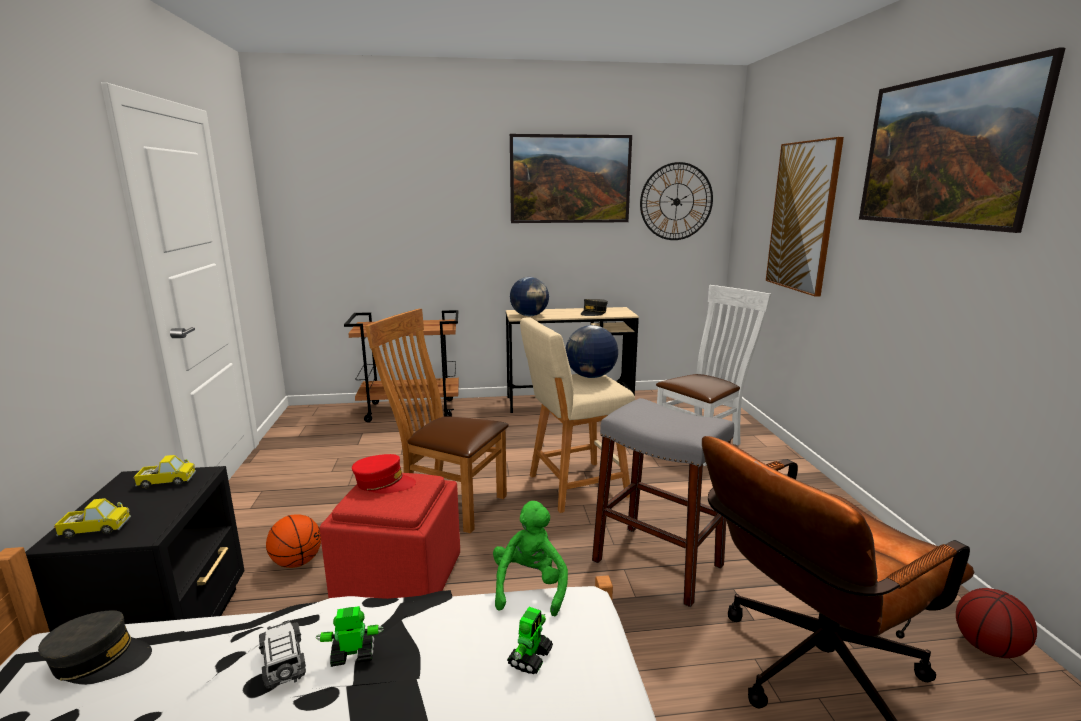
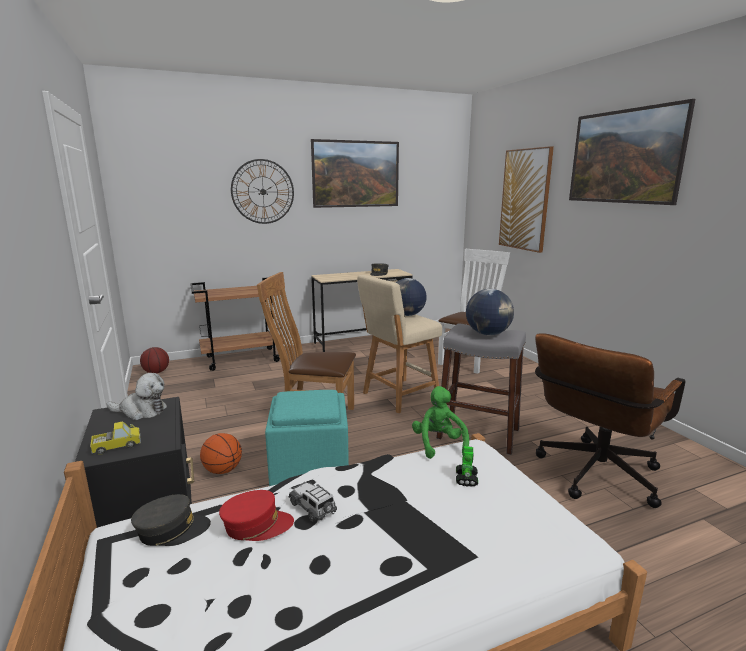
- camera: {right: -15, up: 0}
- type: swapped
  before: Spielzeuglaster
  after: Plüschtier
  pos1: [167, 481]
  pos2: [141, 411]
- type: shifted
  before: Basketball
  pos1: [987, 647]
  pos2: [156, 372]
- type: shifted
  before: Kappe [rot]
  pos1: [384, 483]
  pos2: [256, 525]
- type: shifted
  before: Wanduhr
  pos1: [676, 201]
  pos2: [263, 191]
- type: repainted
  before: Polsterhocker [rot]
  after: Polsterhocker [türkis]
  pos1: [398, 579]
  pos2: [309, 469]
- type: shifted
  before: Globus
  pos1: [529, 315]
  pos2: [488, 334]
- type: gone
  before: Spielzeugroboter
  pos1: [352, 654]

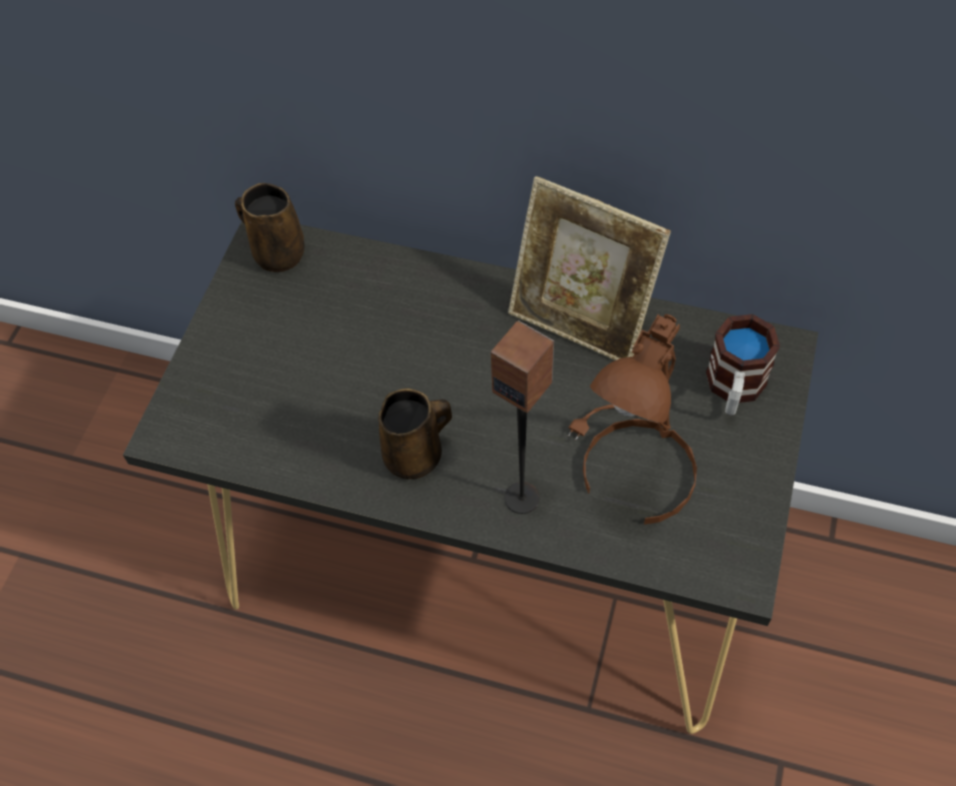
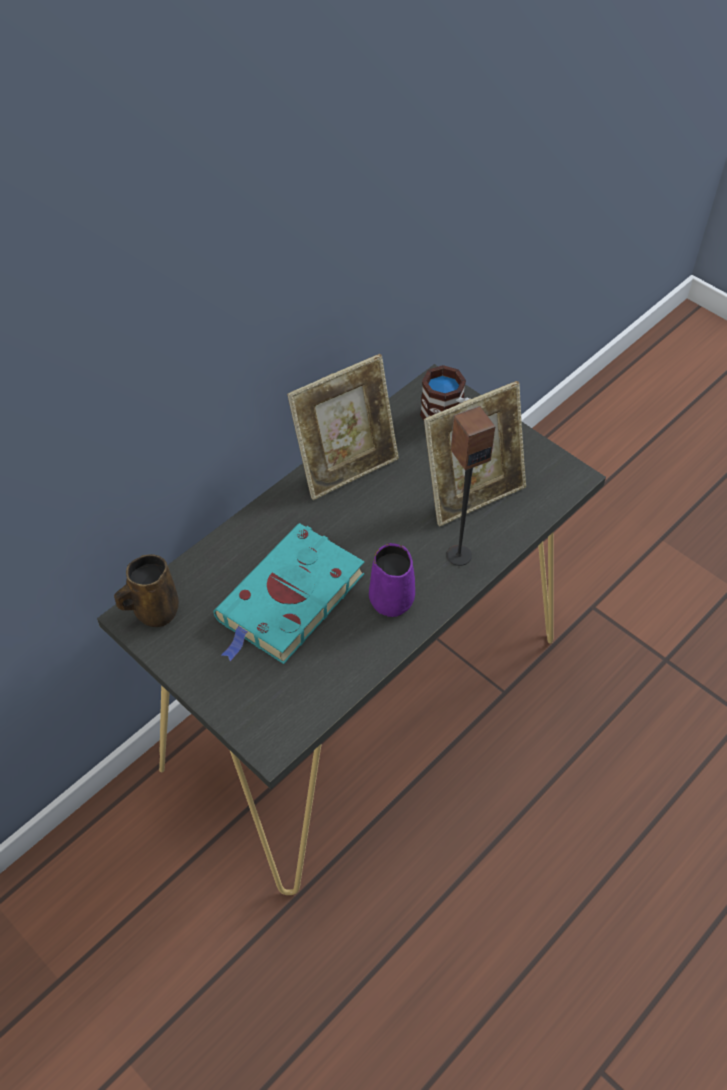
- camera: {right: -65, up: -5}
- type: new
  after: Buch [türkis]
  pos2: [289, 601]
- type: repainted
  before: Henkelbecher [braun]
  after: Henkelbecher [lila]
  pos1: [416, 456]
  pos2: [391, 598]
- type: swapped
  before: Tischlampe [braun]
  after: Bilderrahmen
  pos1: [630, 470]
  pos2: [472, 493]

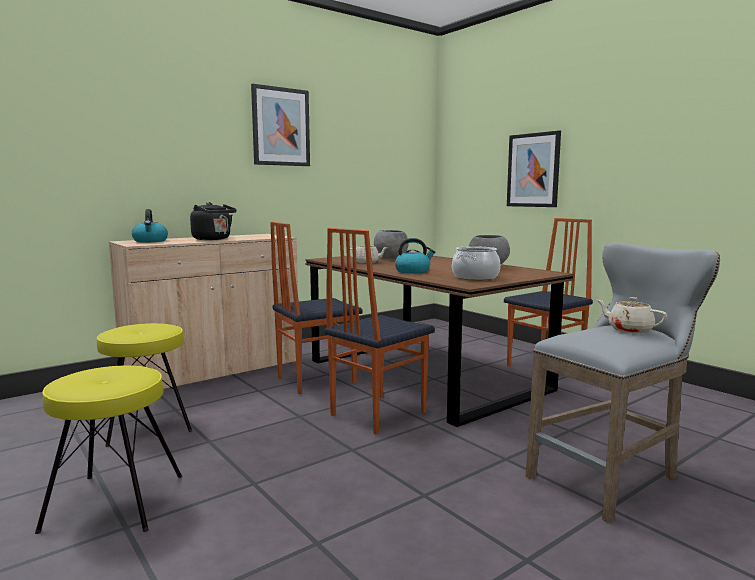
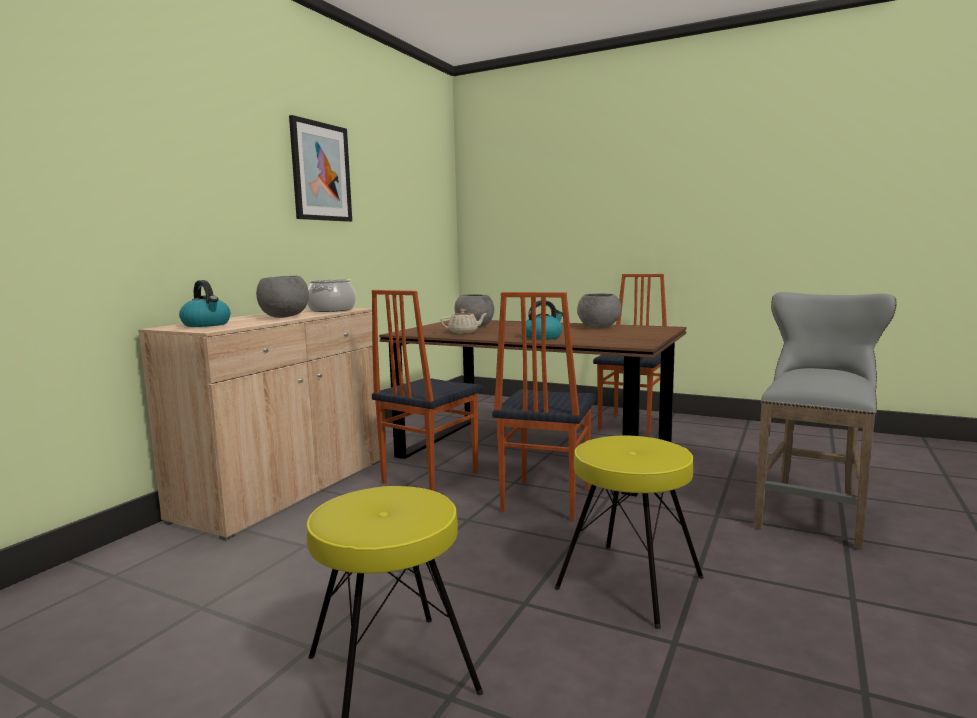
- camera: {right: -25, up: 0}
- type: swapped
  before: Wasserkessel [schwarz]
  after: Schüssel [grau]
  pos1: [213, 239]
  pos2: [284, 317]
- type: shifted
  before: Kochtopf
  pos1: [475, 277]
  pos2: [331, 310]
- type: shifted
  before: Hocker [gelb]
  pos1: [147, 424]
  pos2: [630, 583]
- type: gone
  before: Bild
  pos1: [533, 170]
- type: gone
  before: Teekanne [beige]
  pos1: [629, 330]

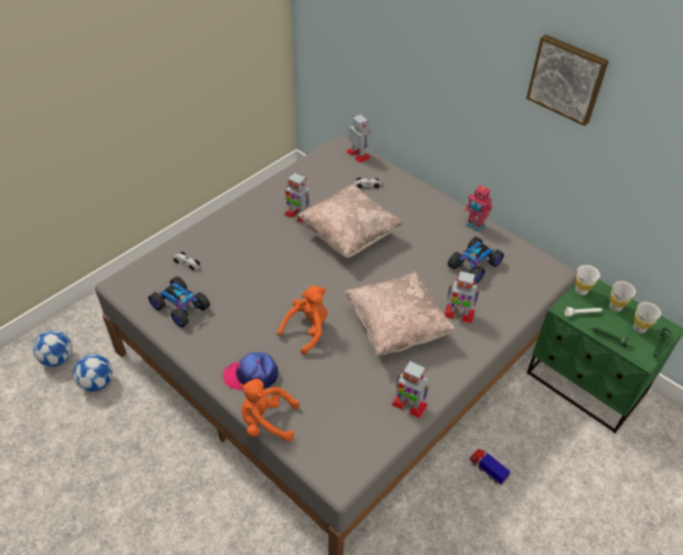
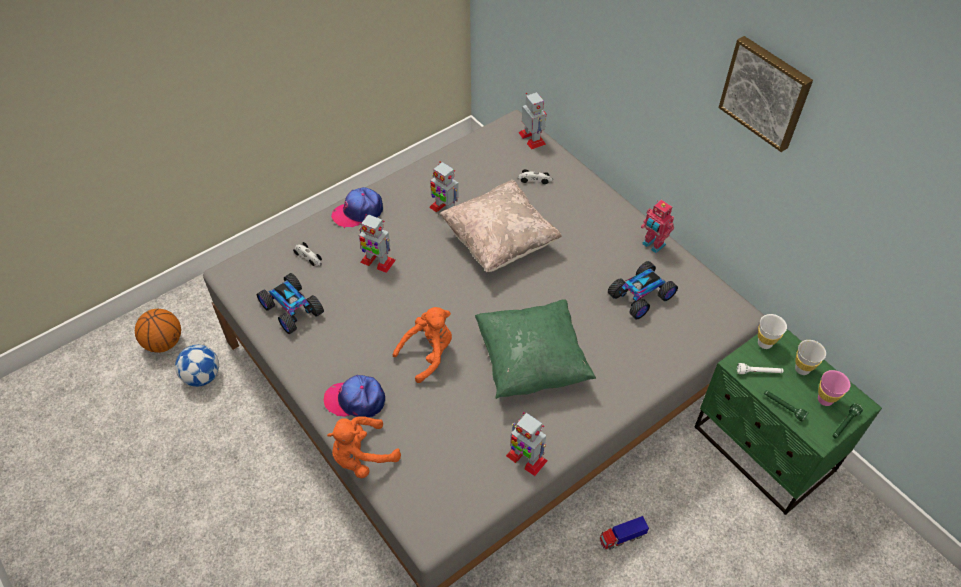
- camera: {right: 10, up: 5}
- type: swapped
  before: Fußball
  after: Basketball
  pos1: [58, 359]
  pos2: [164, 343]
- type: rotated
  before: Plüschtier [orange]
  pos1: [266, 421]
  pos2: [362, 457]
  turn: -45
- type: new
  after: Kappe
  pos2: [358, 212]
- type: shifted
  before: Spielzeugroboter
  pos1: [458, 313]
  pos2: [377, 261]
- type: repainted
  before: Kissen [beige]
  after: Kissen [grün]
  pos1: [396, 327]
  pos2: [531, 362]
- type: rotated
  before: Spielzeuglaster
  pos1: [487, 470]
  pos2: [622, 538]
  turn: -75
- type: repainted
  before: Tasse [weiß]
  after: Tasse [rosa]
  pos1: [639, 328]
  pos2: [825, 399]

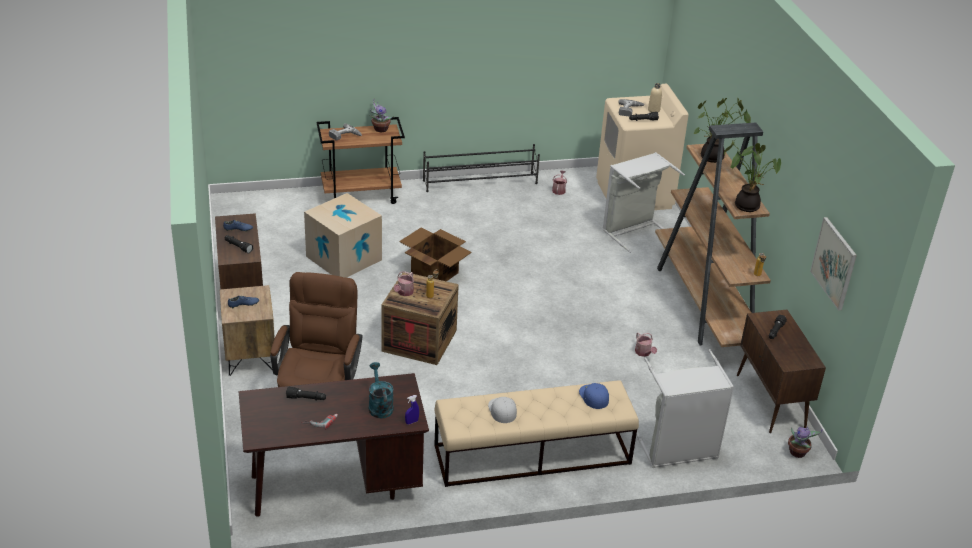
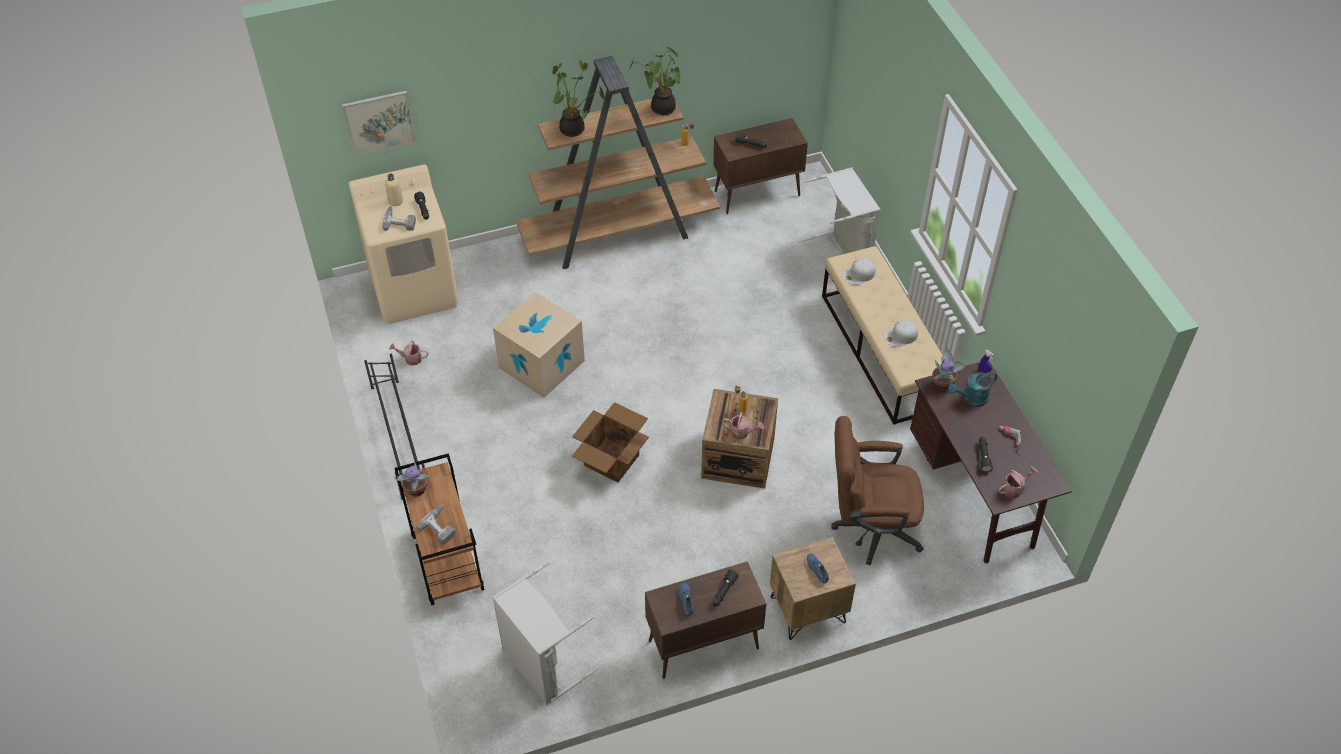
- camera: {right: -95, up: 15}
- type: shifted
  before: Bild
  pos1: [834, 263]
  pos2: [379, 122]
- type: shifted
  before: Wäschekorb [grau]
  pos1: [634, 231]
  pos2: [542, 665]
- type: shifted
  before: Karton
  pos1: [344, 258]
  pos2: [541, 364]
- type: repainted
  before: Kappe [blau]
  after: Kappe [weiß]
  pos1: [593, 396]
  pos2: [859, 274]
- type: shifted
  before: Topfpflanze
  pos1: [798, 453]
  pos2: [943, 383]
- type: shifted
  before: Gießkanne
  pos1: [644, 353]
  pos2: [1014, 488]

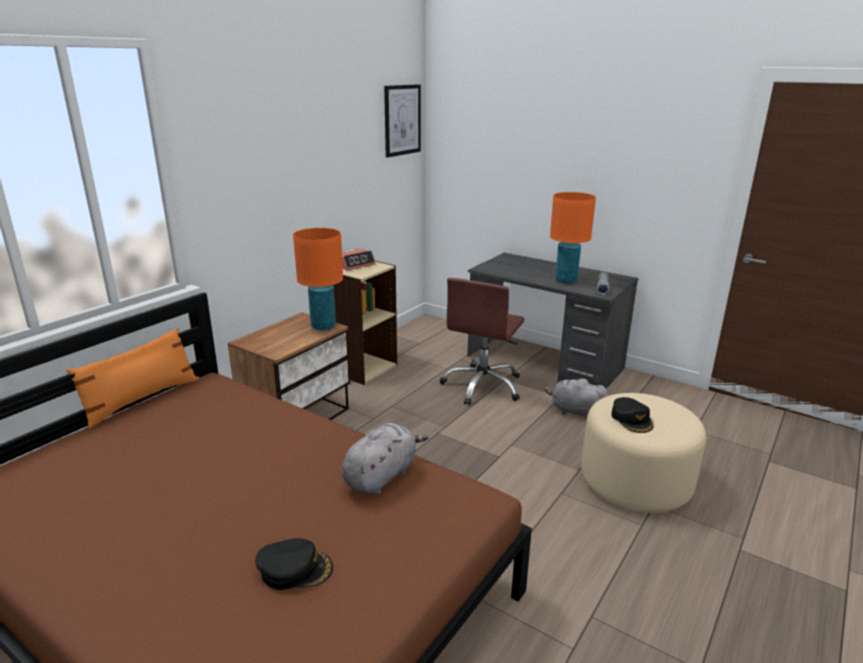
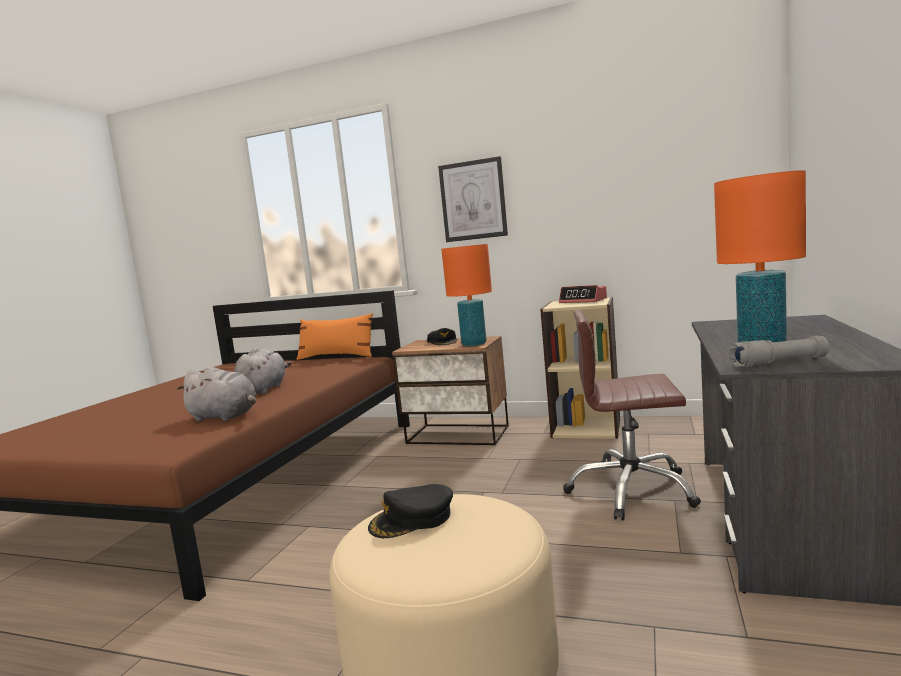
- camera: {right: 75, up: -15}
- type: shifted
  before: Plüschtier [grau]
  pos1: [574, 411]
  pos2: [263, 389]
- type: shifted
  before: Kappe [schwarz]
  pos1: [295, 569]
  pos2: [443, 342]
- type: shifted
  before: Bild
  pos1: [402, 120]
  pos2: [473, 200]

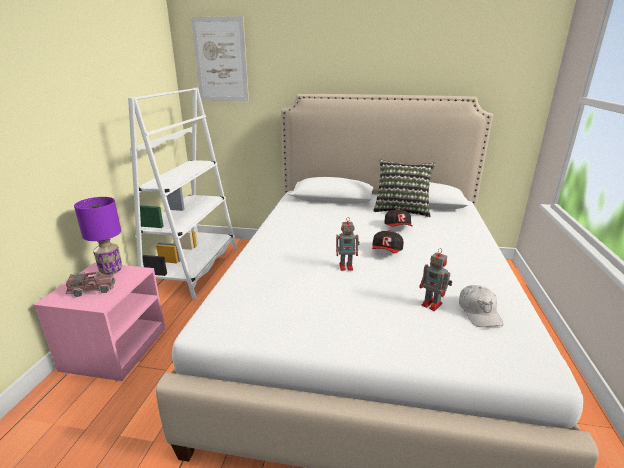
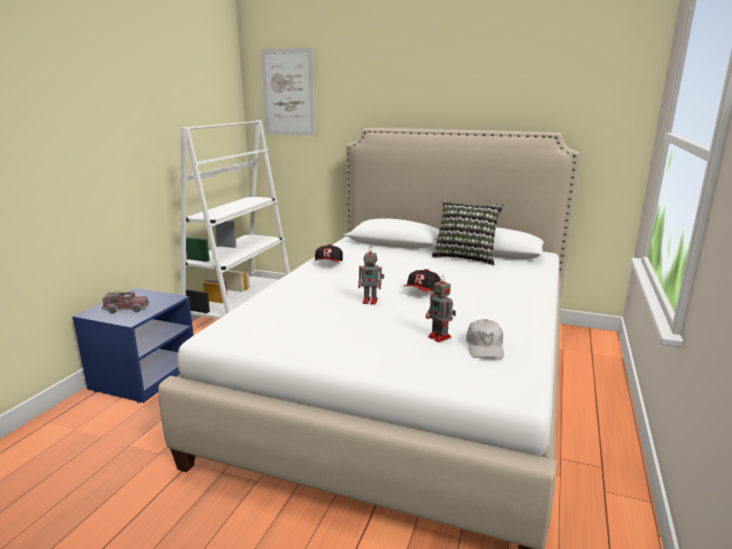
- camera: {right: 10, up: -5}
- type: repainted
  before: Nachttisch [rosa]
  after: Nachttisch [blau]
  pos1: [115, 349]
  pos2: [144, 376]
- type: shifted
  before: Kappe
  pos1: [398, 227]
  pos2: [328, 264]
- type: gone
  before: Tischlampe [lila]
  pos1: [110, 270]

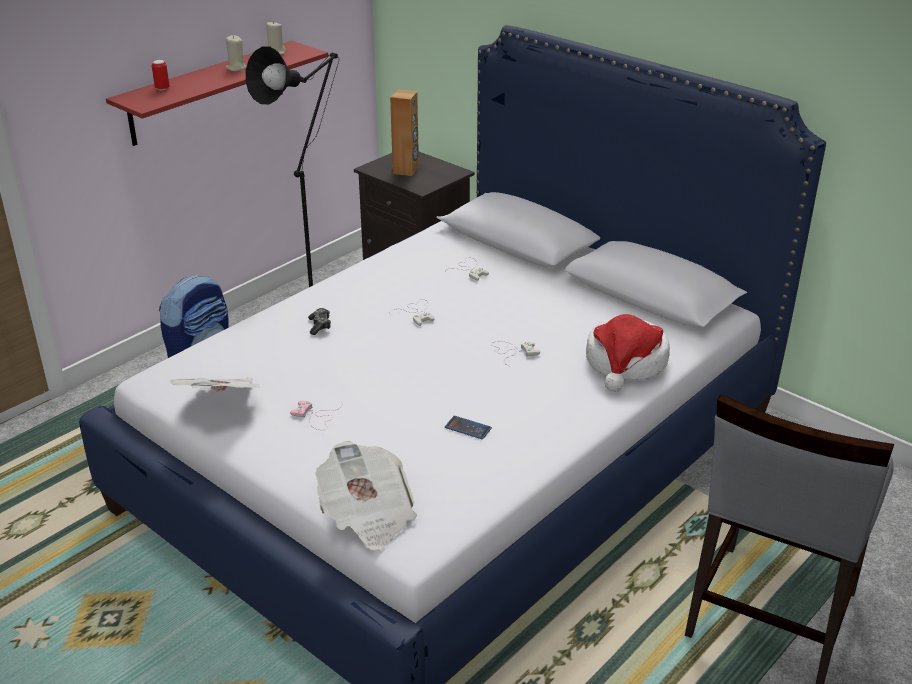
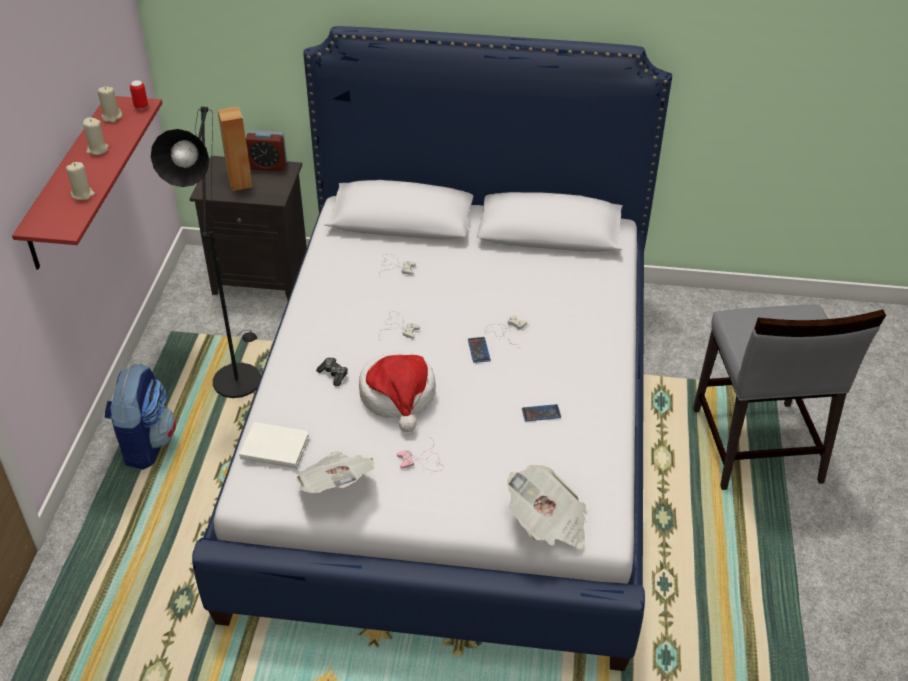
- camera: {right: -35, up: 10}
- type: new
  after: Kerze [beige]
  pos2: [83, 194]
- type: shifted
  before: Dose
  pos1: [162, 88]
  pos2: [141, 107]
- type: new
  after: Buch [weiß]
  pos2: [273, 446]
- type: new
  after: Wecker
  pos2: [267, 166]
- type: shifted
  before: Hut
  pos1: [625, 363]
  pos2: [398, 396]
- type: new
  after: Handy
  pos2: [479, 350]

